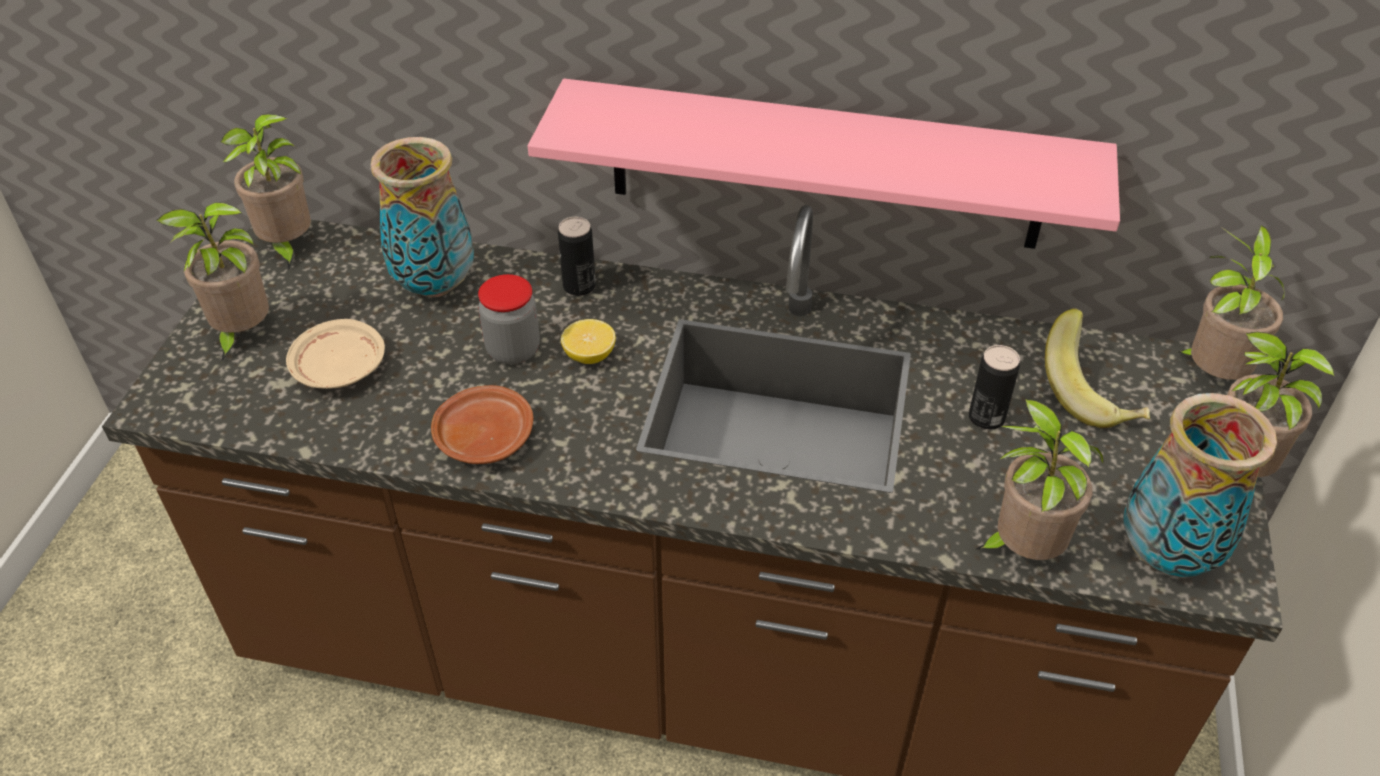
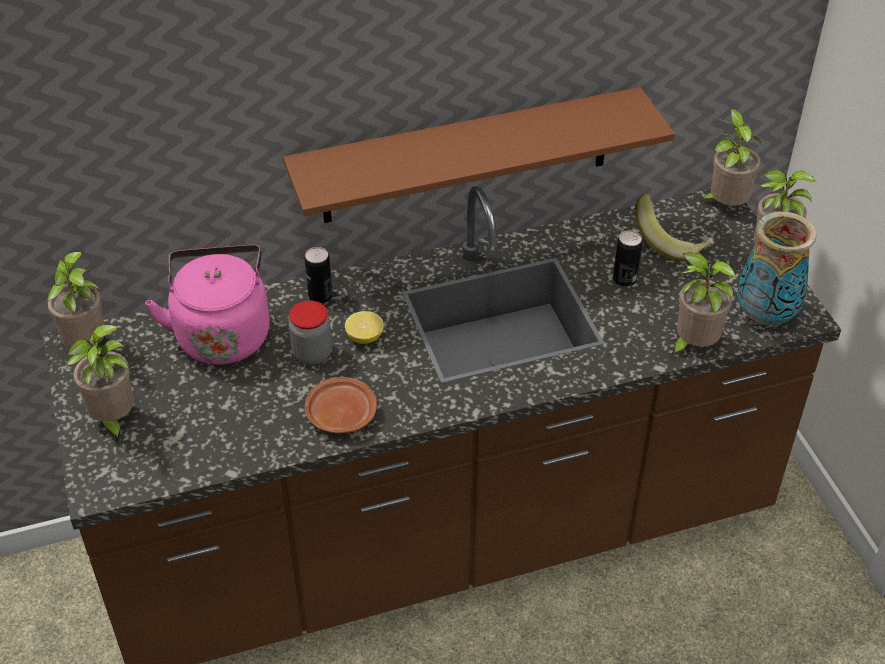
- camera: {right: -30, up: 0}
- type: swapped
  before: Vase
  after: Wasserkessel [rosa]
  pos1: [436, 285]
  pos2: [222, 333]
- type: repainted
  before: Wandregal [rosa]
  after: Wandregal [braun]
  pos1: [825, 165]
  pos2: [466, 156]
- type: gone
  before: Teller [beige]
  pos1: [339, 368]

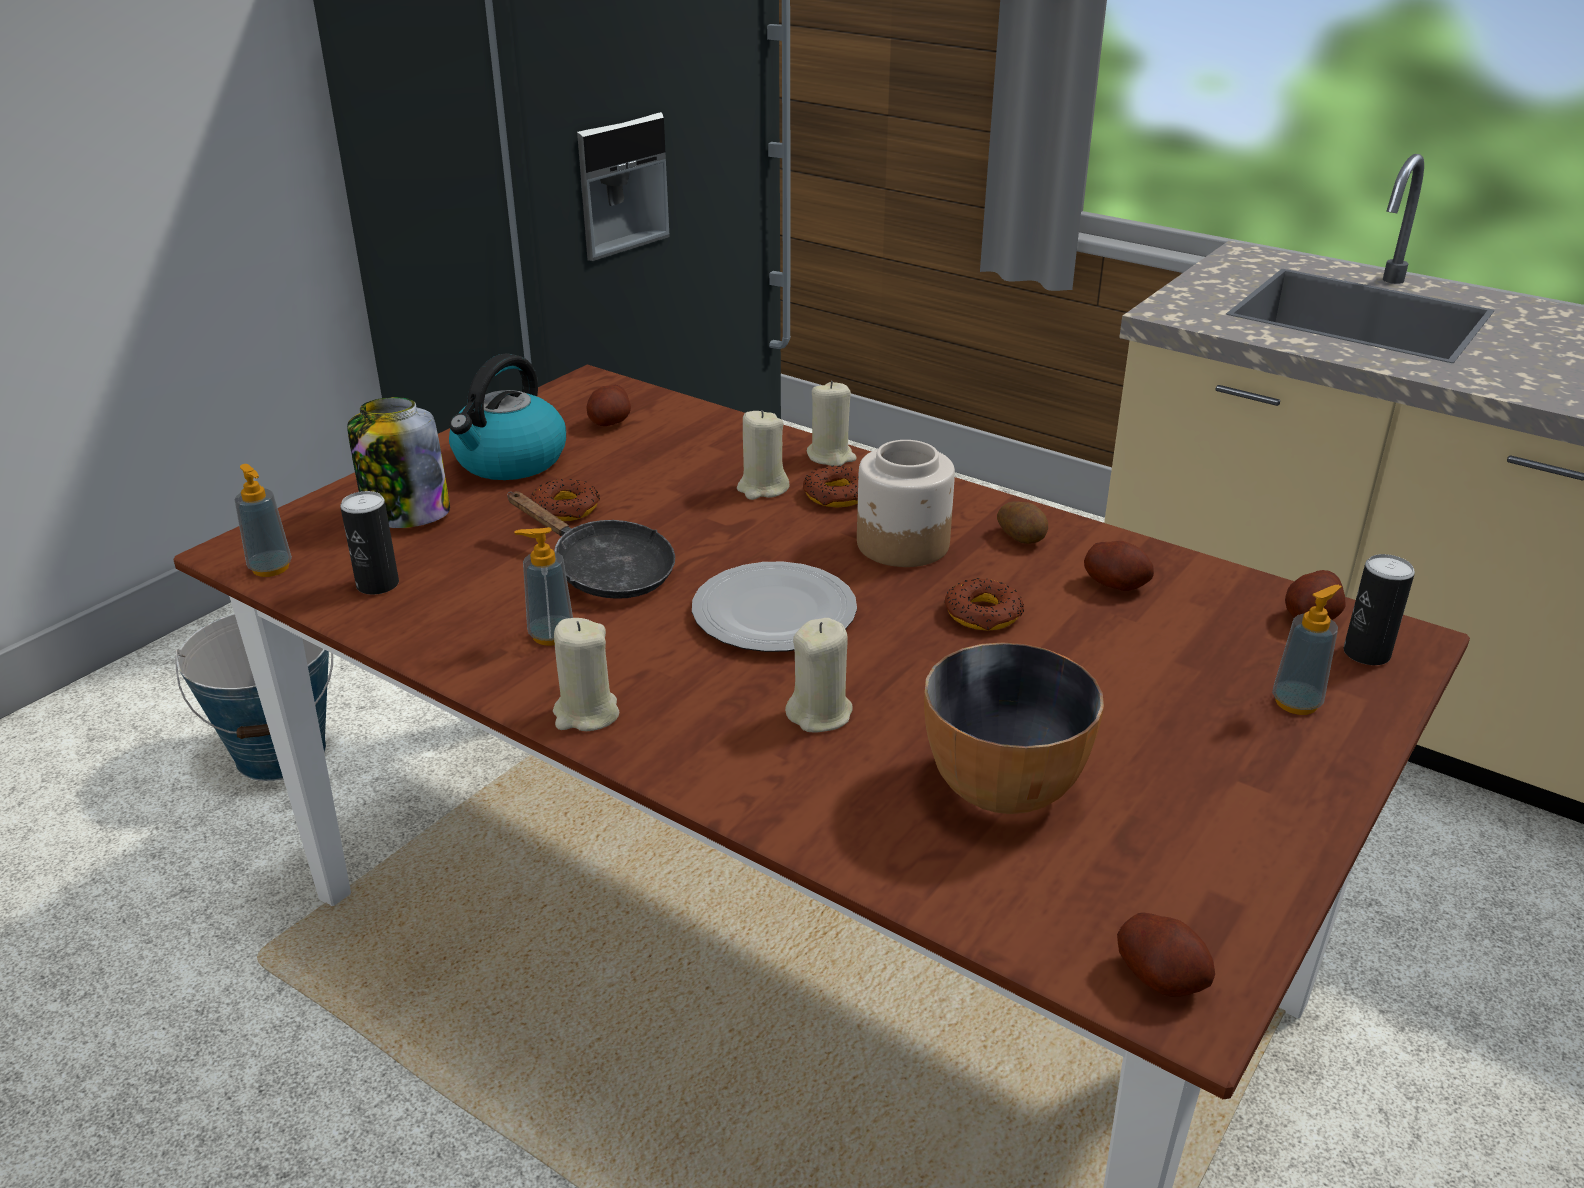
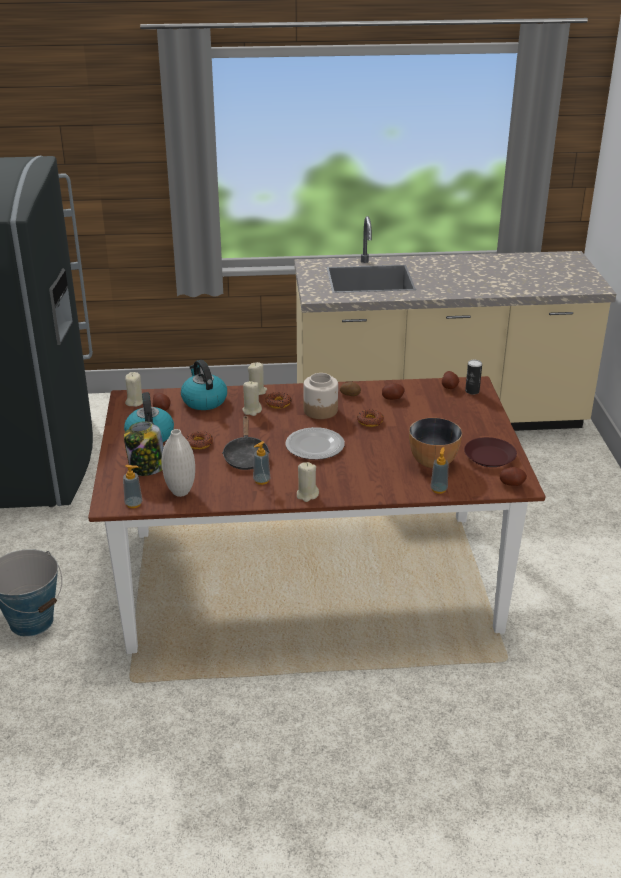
- camera: {right: -40, up: 0}
- type: shifted
  before: Kerze [beige]
  pos1: [820, 714]
  pos2: [135, 402]
- type: swapped
  before: Dose
  after: Vase [weiß]
  pos1: [377, 584]
  pos2: [180, 492]
- type: new
  after: Wasserkessel
  pos2: [203, 400]
- type: rotated
  before: Pfanne [schwarz]
  pos1: [604, 571]
  pos2: [246, 456]
  turn: 90
- type: shifted
  before: Seifenspender
  pos1: [1296, 702]
  pos2: [438, 489]
- type: new
  after: Teller [braun]
  pos2: [489, 457]

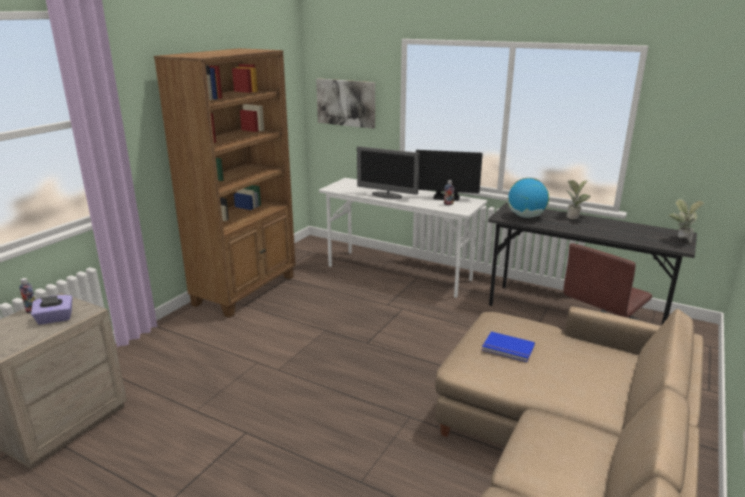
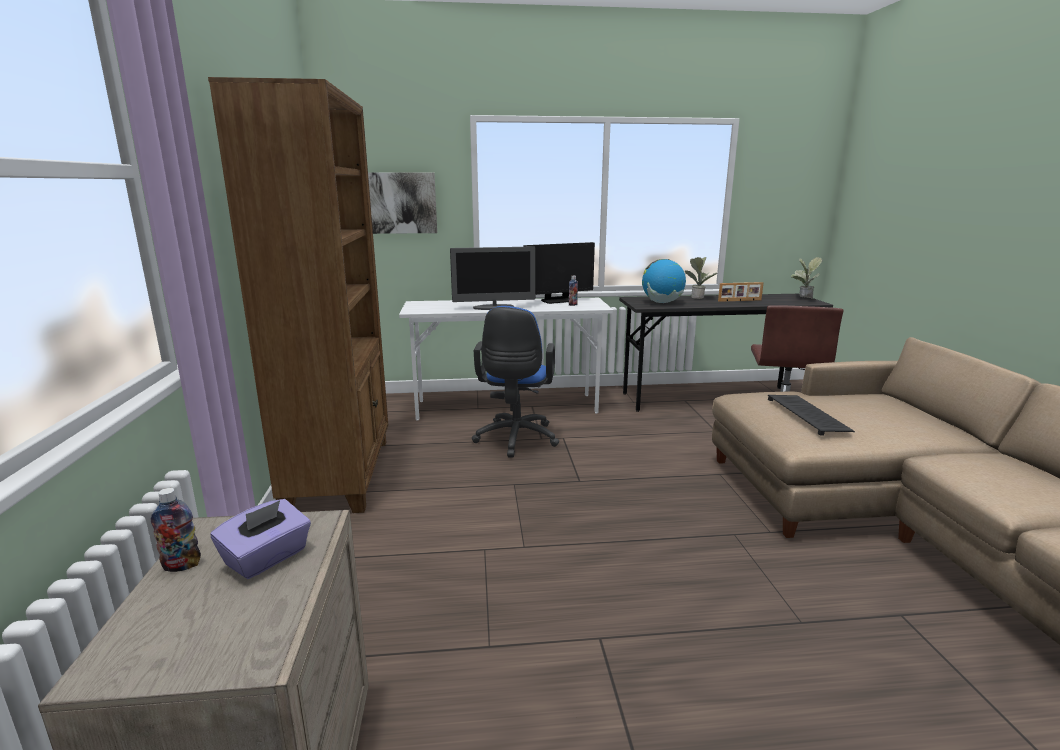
- camera: {right: -35, up: -5}
- type: new
  after: Bürostuhl [blau]
  pos2: [515, 440]
- type: new
  after: Bilderrahmen
  pos2: [740, 301]
- type: swapped
  before: Buch [blau]
  after: Tastatur
  pos1: [508, 349]
  pos2: [809, 416]

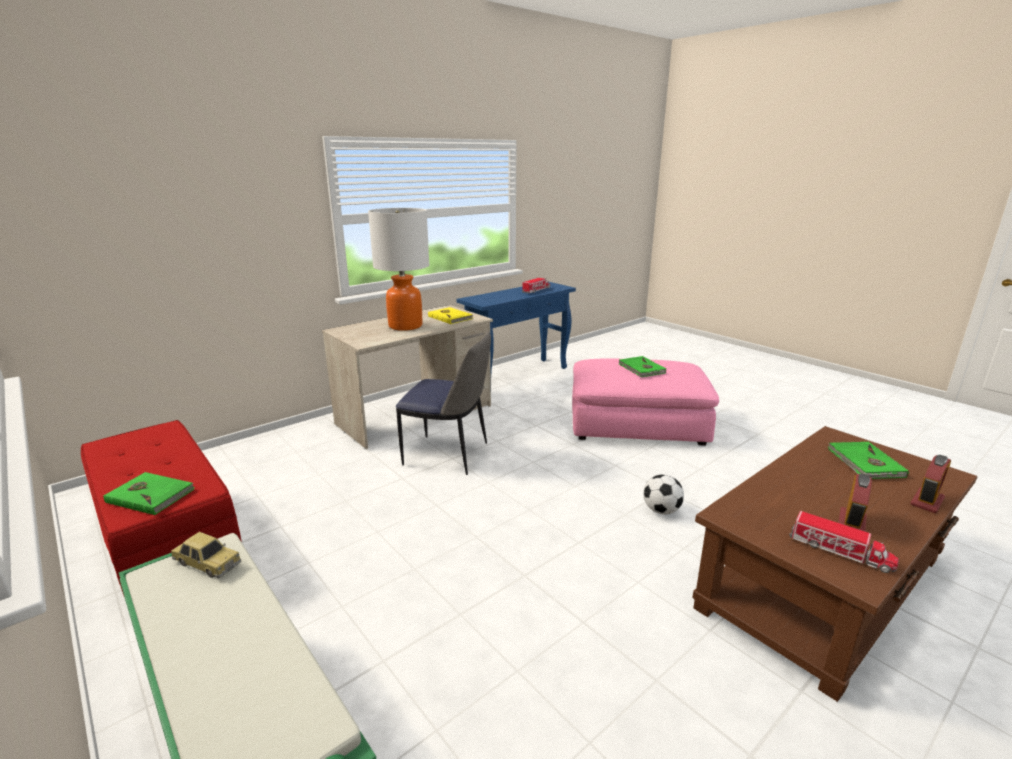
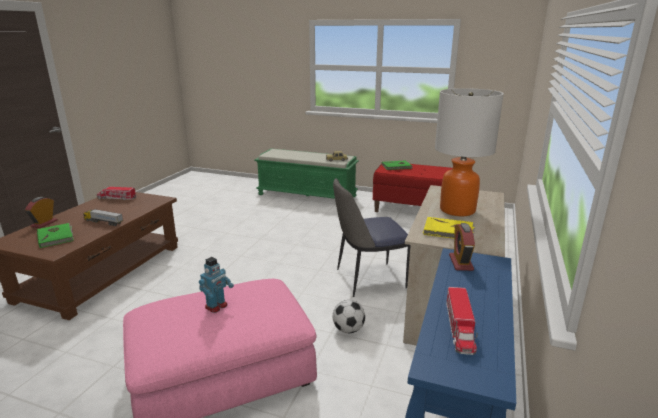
- camera: {right: 150, up: 0}
- type: new
  after: Spielzeuglaster
  pos2: [104, 222]
- type: swapped
  before: Buch [grün]
  after: Spielzeugroboter
  pos1: [641, 369]
  pos2: [216, 306]
- type: shifted
  before: Fußball
  pos1: [661, 510]
  pos2: [348, 329]
- type: shifted
  before: Wecker
  pos1: [851, 523]
  pos2: [460, 262]

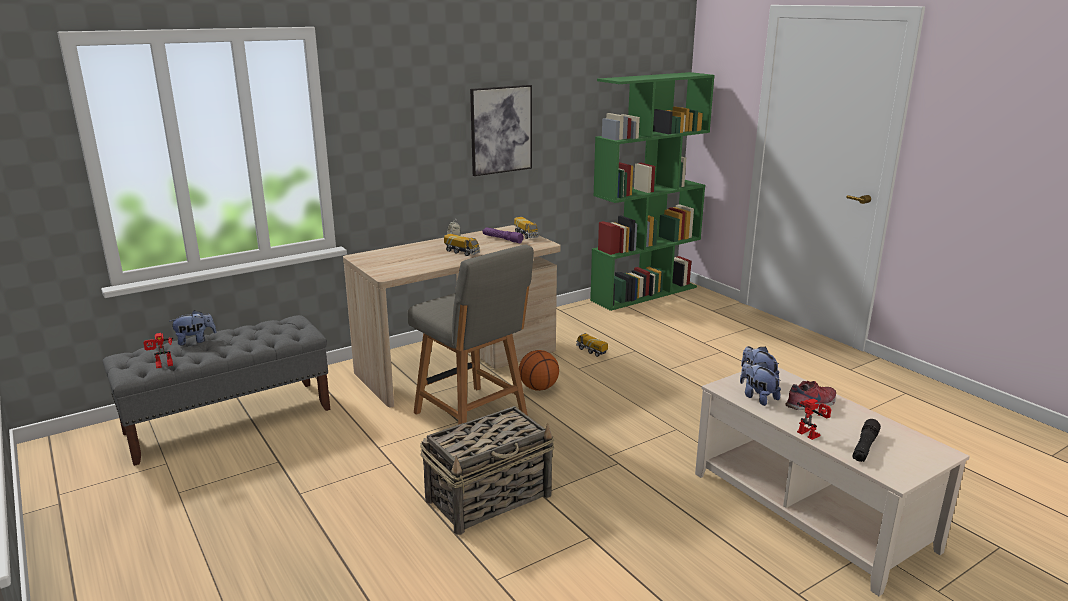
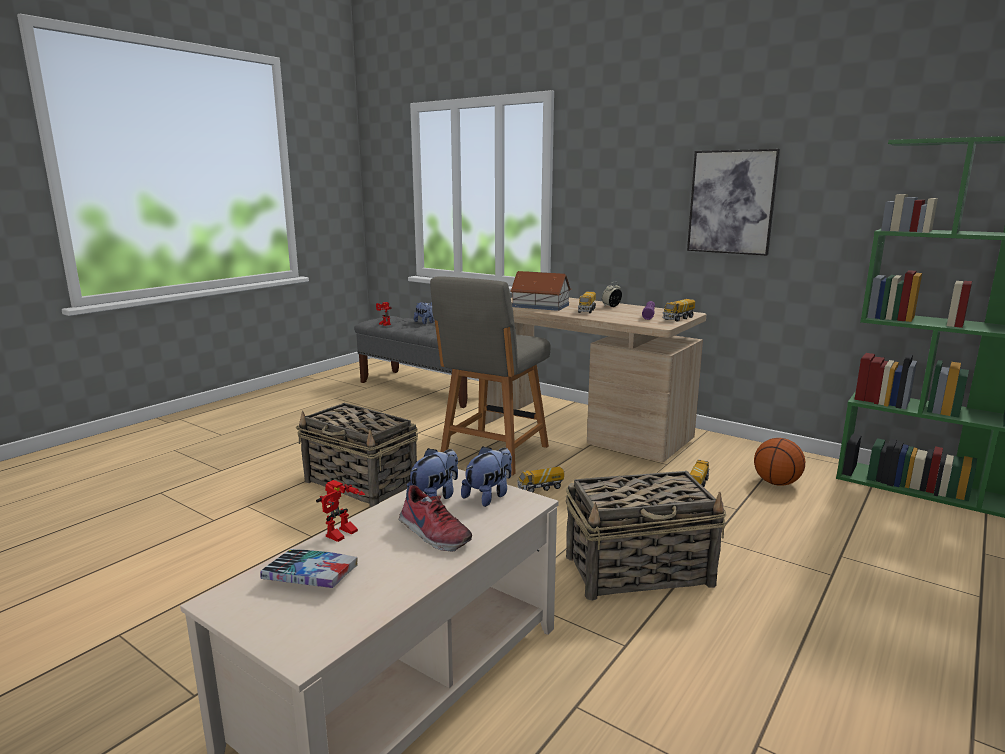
- camera: {right: 70, up: -5}
- type: swapped
  before: Taschenlampe [schwarz]
  after: Buch
  pos1: [864, 447]
  pos2: [311, 576]
- type: new
  after: Spielzeughaus
  pos2: [540, 306]
- type: new
  after: Spielzeuglaster
  pos2: [540, 488]
- type: new
  after: Korb
  pos2: [640, 571]
- type: shifted
  before: Basketball
  pos1: [538, 388]
  pos2: [776, 483]

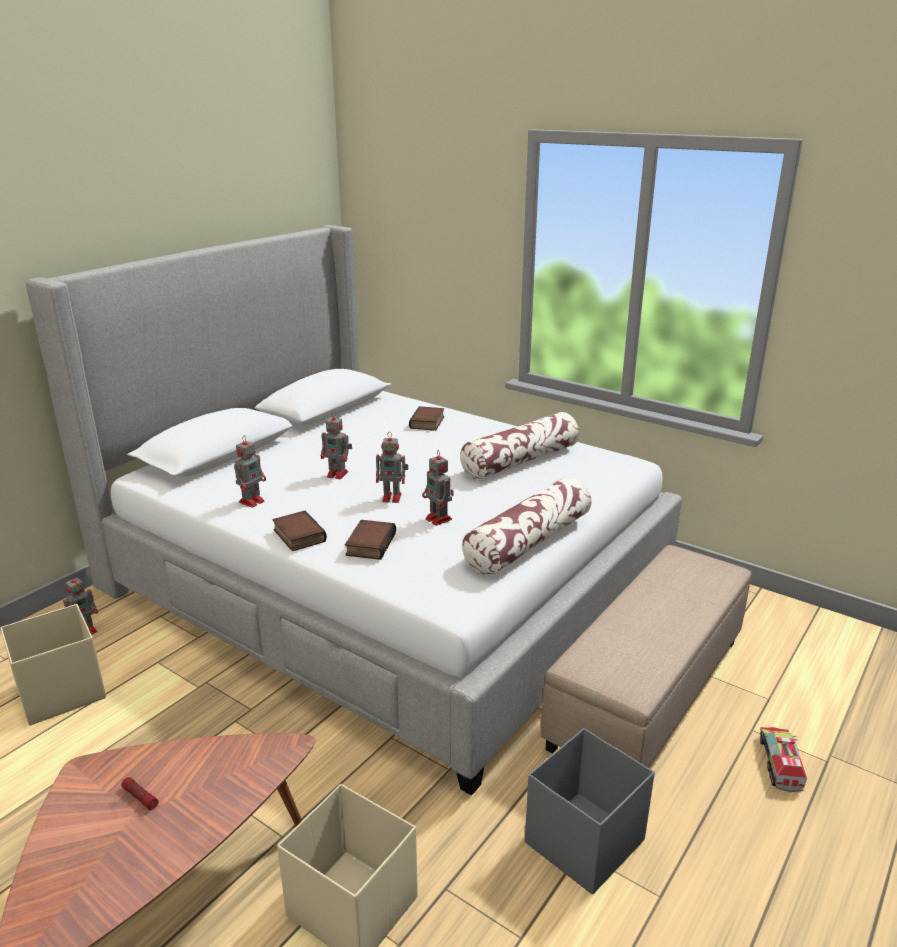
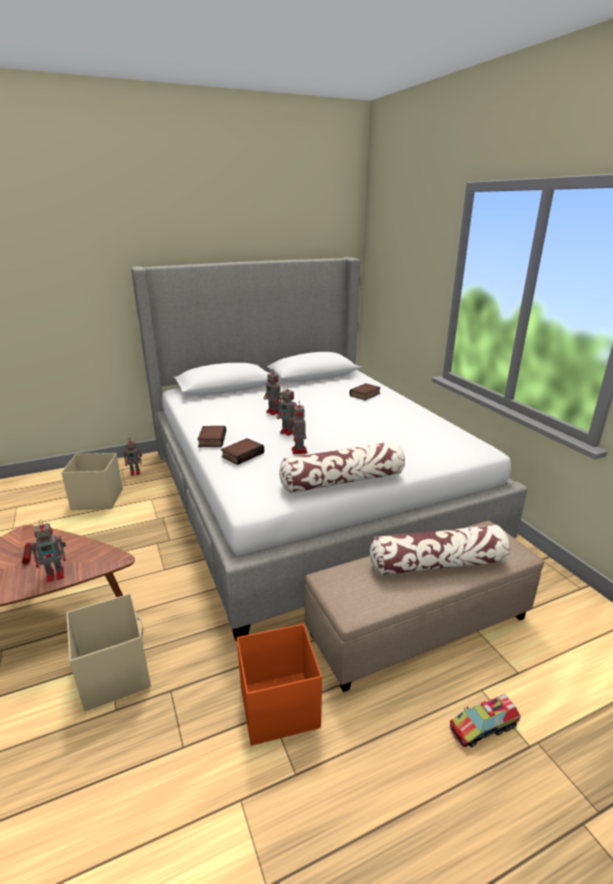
- camera: {right: 30, up: 0}
- type: shifted
  before: Spielzeugroboter
  pos1: [252, 501]
  pos2: [56, 574]
- type: repainted
  before: Aufbewahrungsbox [grau]
  after: Aufbewahrungsbox [orange]
  pos1: [582, 842]
  pos2: [277, 707]
- type: shifted
  before: Kissen
  pos1: [520, 461]
  pos2: [438, 564]
- type: rotated
  before: Spielzeuglaster
  pos1: [780, 763]
  pos2: [483, 727]
  turn: -150

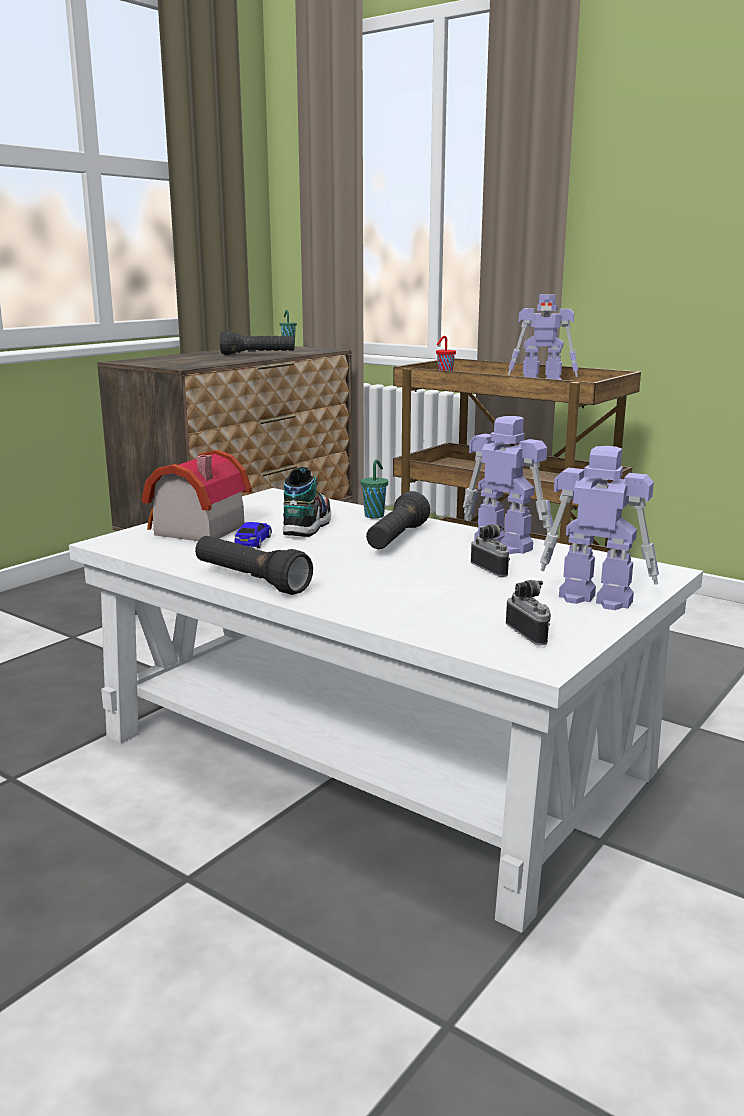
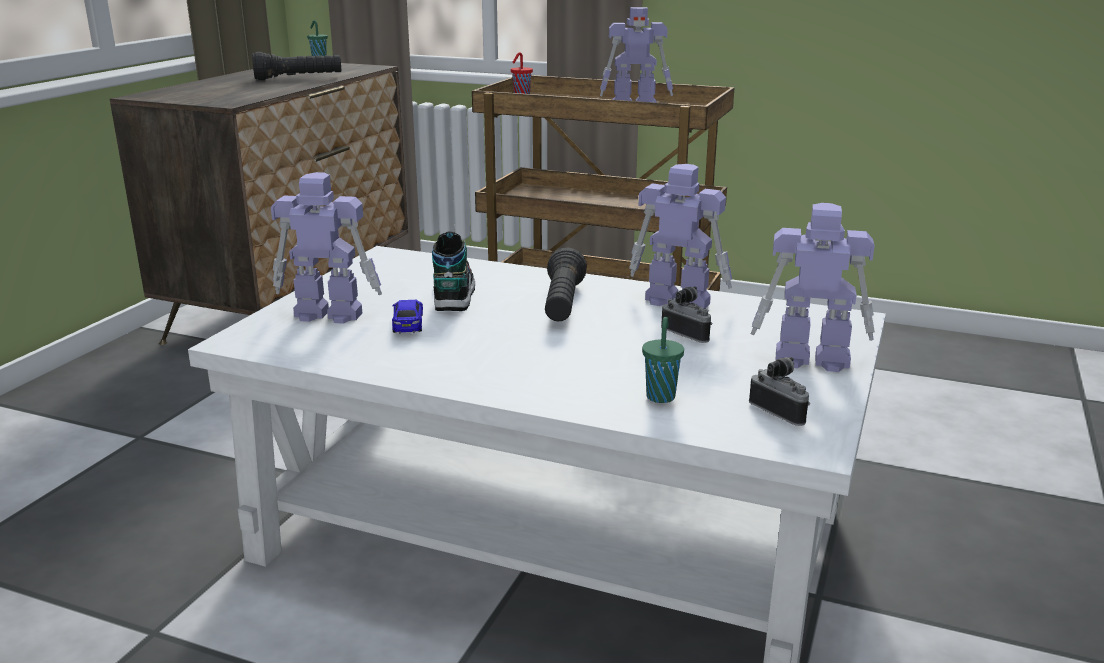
- camera: {right: -15, up: 5}
- type: swapped
  before: Spielzeughaus
  after: Spielzeugroboter
  pos1: [193, 530]
  pos2: [327, 313]
- type: shifted
  before: Tasse [grün]
  pos1: [375, 516]
  pos2: [661, 396]
- type: gone
  before: Taschenlampe [schwarz]
  pos1: [250, 580]

